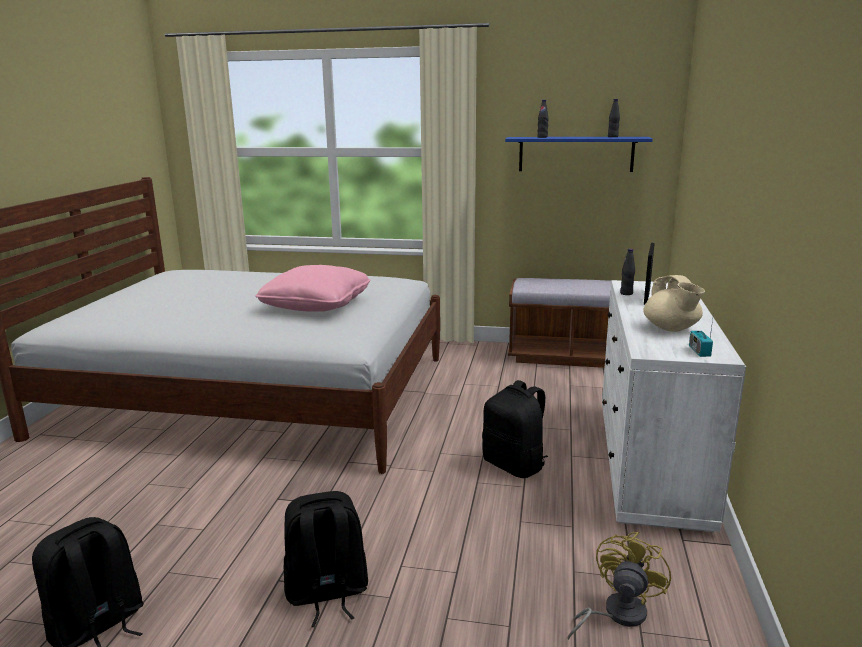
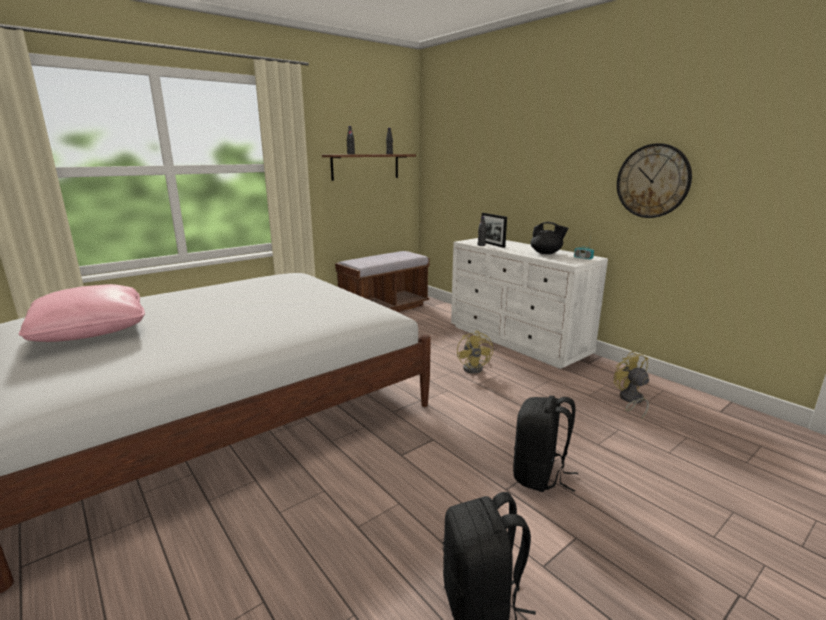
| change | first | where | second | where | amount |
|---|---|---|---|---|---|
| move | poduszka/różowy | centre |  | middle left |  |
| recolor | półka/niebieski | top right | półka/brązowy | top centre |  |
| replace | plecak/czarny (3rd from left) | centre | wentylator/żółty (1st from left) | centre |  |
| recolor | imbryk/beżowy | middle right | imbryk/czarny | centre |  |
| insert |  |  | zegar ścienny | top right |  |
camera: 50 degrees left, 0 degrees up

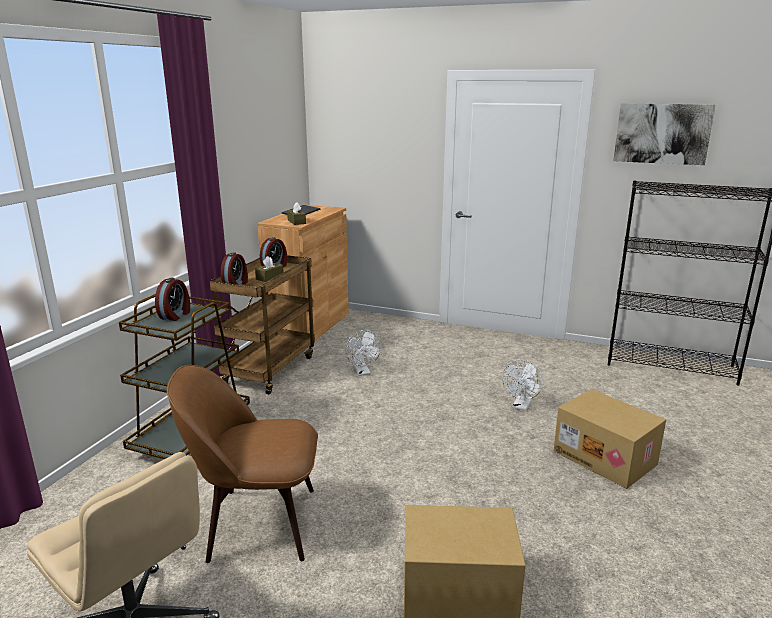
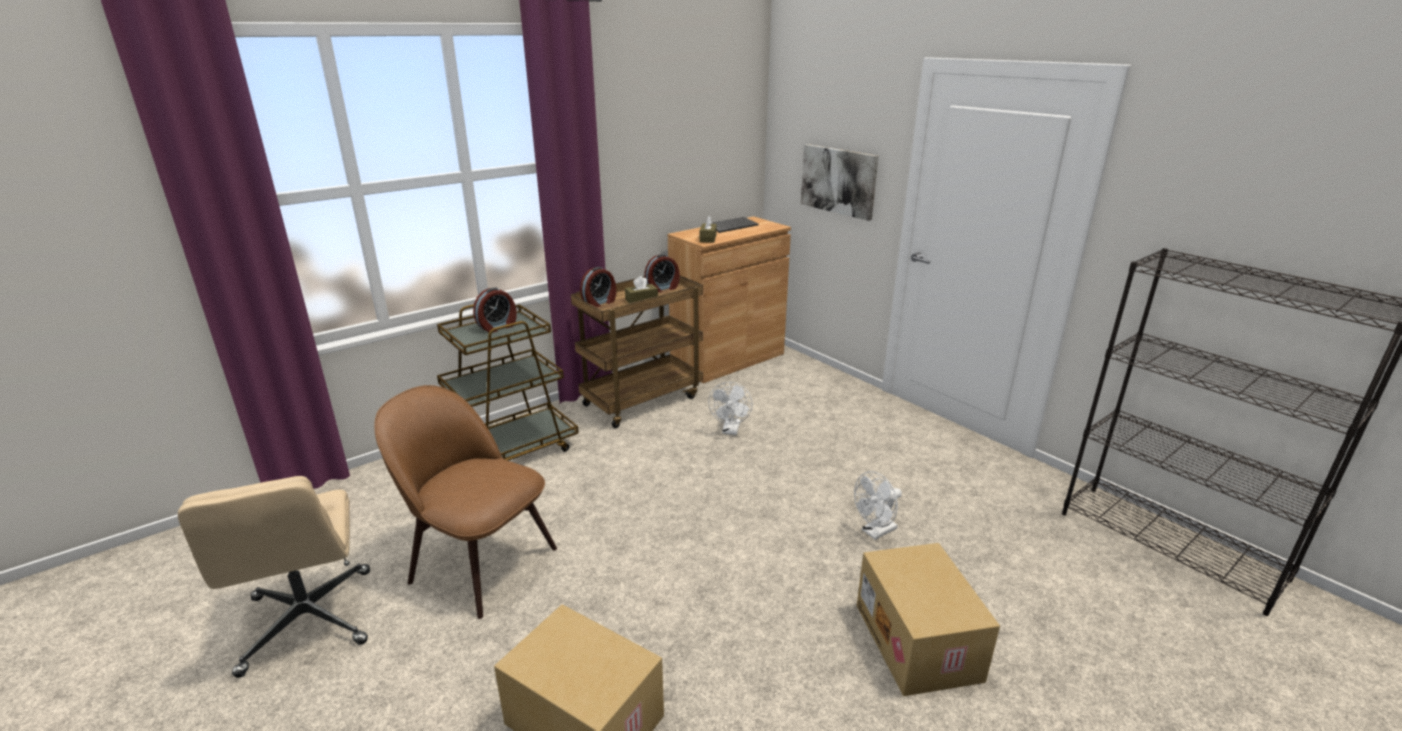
| change | first | where | second | where | amount |
|---|---|---|---|---|---|
| move | obraz | top right |  | top centre |  |
camera: 30 degrees right, 5 degrees up

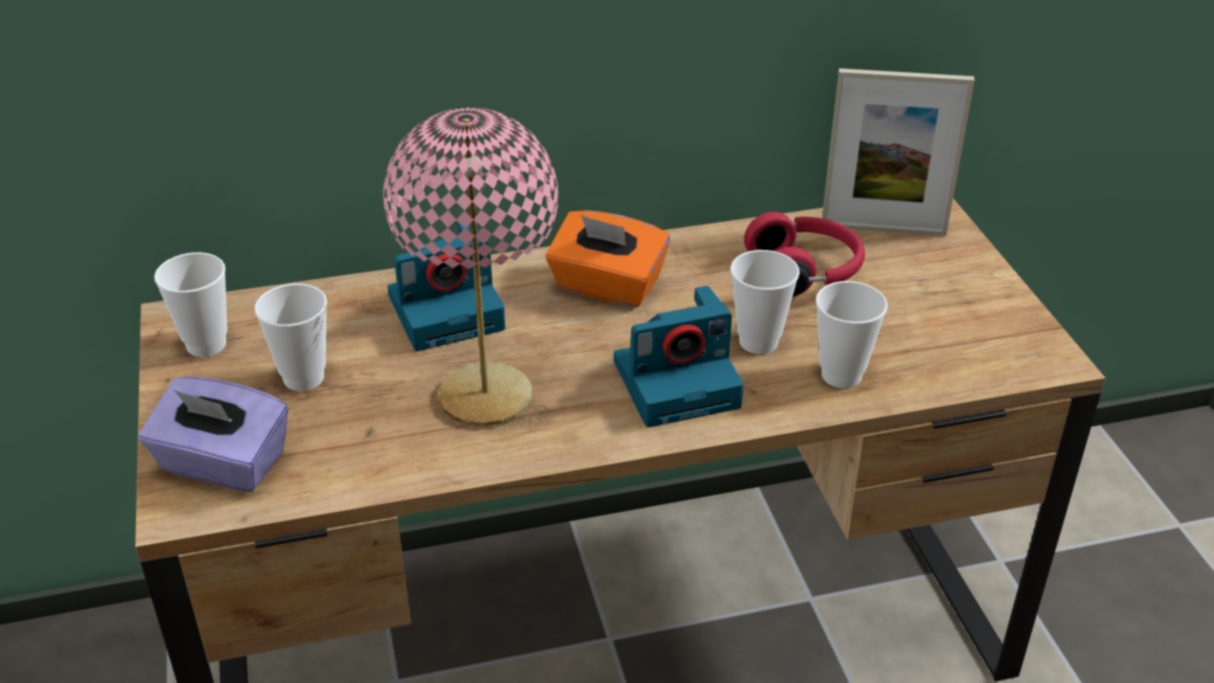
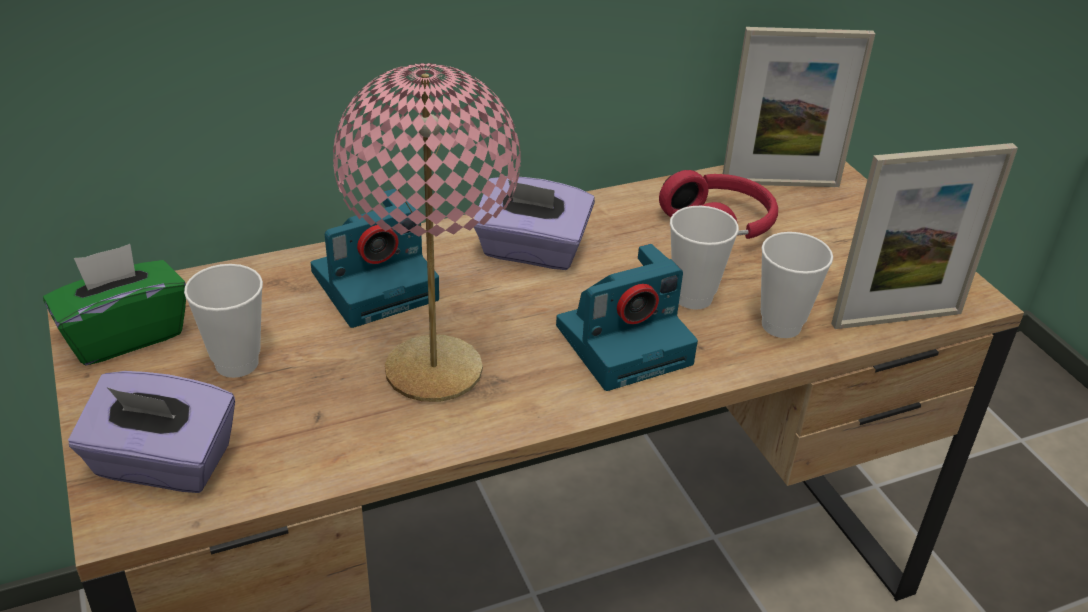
| change | first | where | second | where | amount |
|---|---|---|---|---|---|
| replace | filiżanka (1st from left) | middle left | pudełko chusteczek/zielony | middle left |  |
| recolor | pudełko chusteczek/pomarańczowy | centre | pudełko chusteczek/fioletowy (2nd from left) | centre |  |
| insert |  |  | ramka na zdjęcie (2nd from left) | middle right |  |
camera: 10 degrees left, 0 degrees up

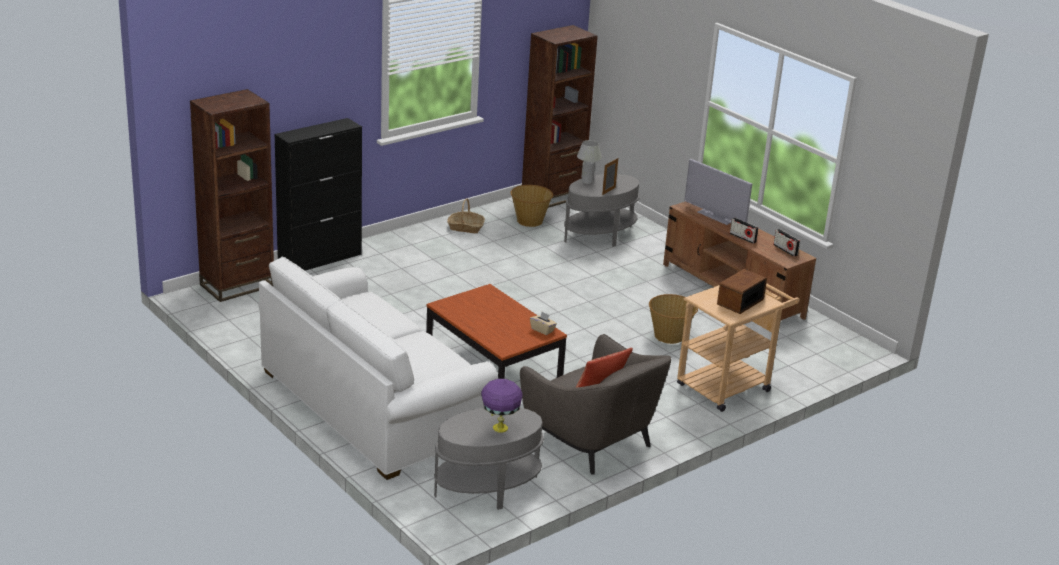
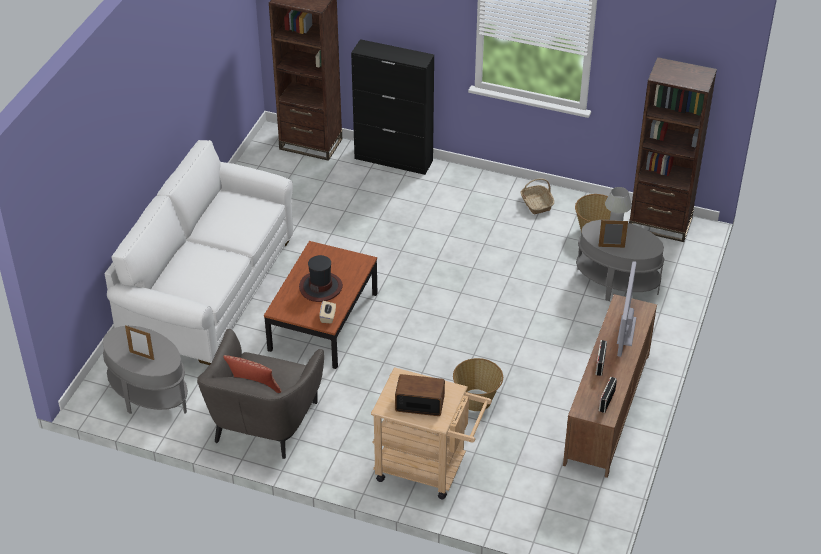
| change | first | where | second | where | amount |
|---|---|---|---|---|---|
| replace | lampa stołowa/fioletowy | bottom centre | ramka na zdjęcie (1st from left) | middle left |  |
| insert |  |  | kapelusz | centre |  |
camera: 60 degrees right, 15 degrees up

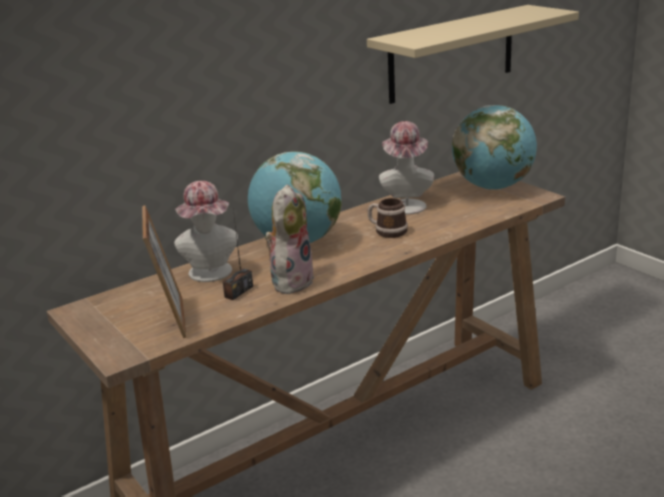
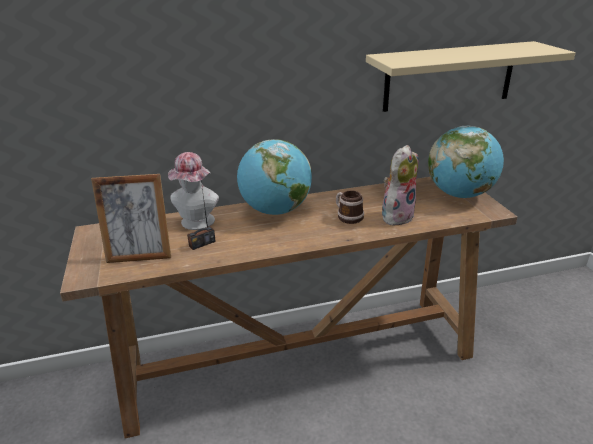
| change | first | where | second | where | amount |
|---|---|---|---|---|---|
| rotate | ramka na zdjęcie | middle left |  | middle left | 75 degrees clockwise |
| move | pluszak | centre |  | middle right |  |
| delete | kapelusz (2nd from left) | centre |  |  |  |
camera: 20 degrees right, 5 degrees up

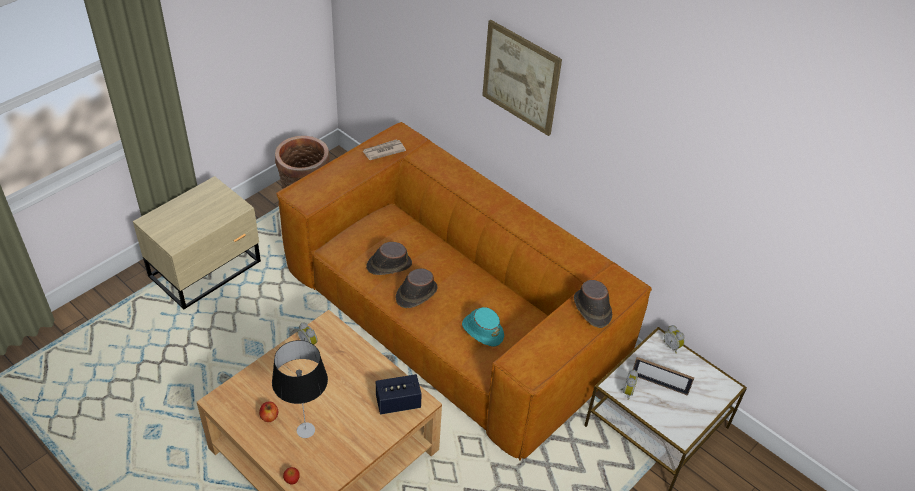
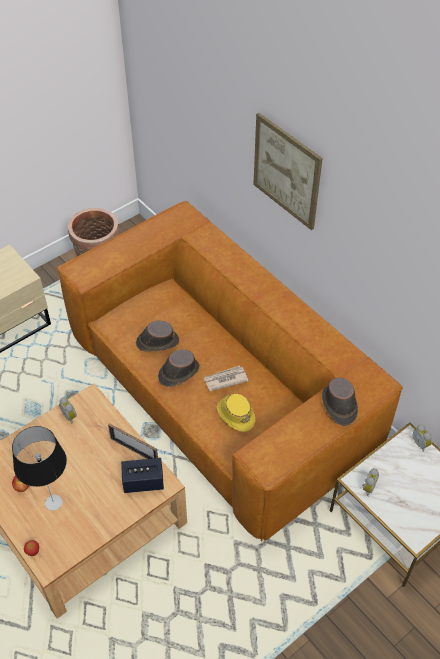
| change | first | where | second | where | amount |
|---|---|---|---|---|---|
| move | ramka na zdjęcie | bottom right |  | bottom left |  |
| move | gazeta | top centre |  | centre |  |
| recolor | kapelusz/turkusowy | centre | kapelusz/żółty | centre |  |
camera: 10 degrees right, 5 degrees up

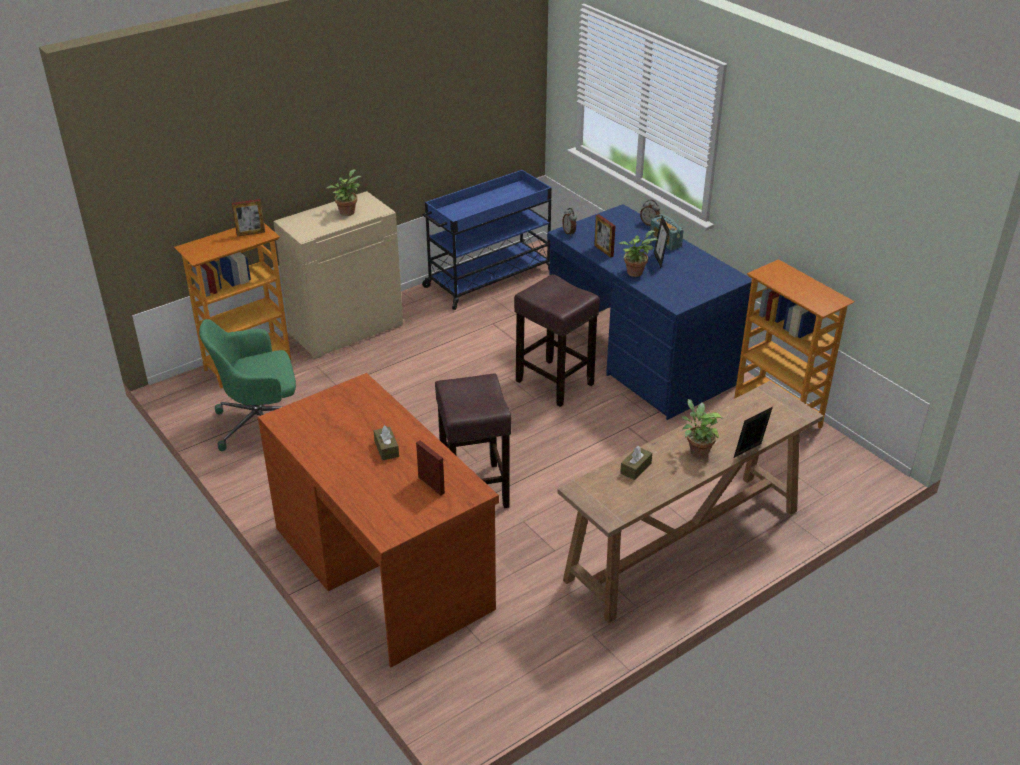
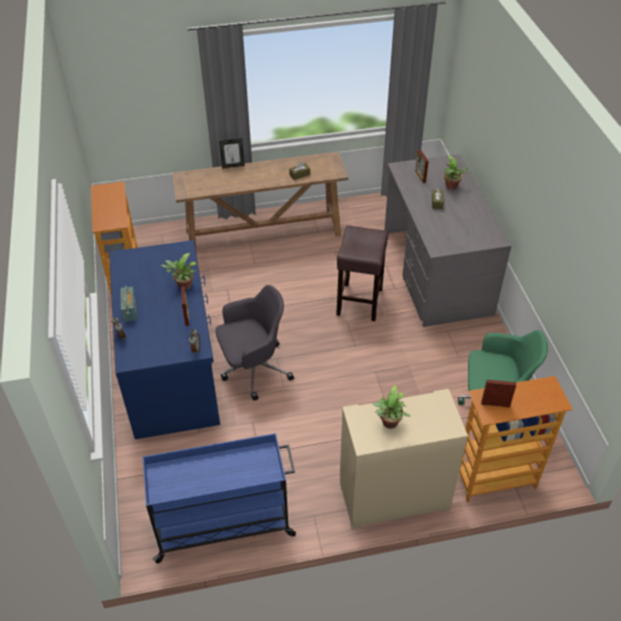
| change | first | where | second | where | amount |
|---|---|---|---|---|---|
| replace | stołek/brązowy (2nd from left) | centre | krzesło biurowe/szary | centre |  |
| recolor | biurko/brązowy | bottom centre | biurko/szary | middle right |  |
| move | roślina doniczkowa (3rd from left) | middle right |  | top right |  |
| delete | ramka na zdjęcie (4th from left) | top centre |  |  |  |
camera: 155 degrees left, 10 degrees up

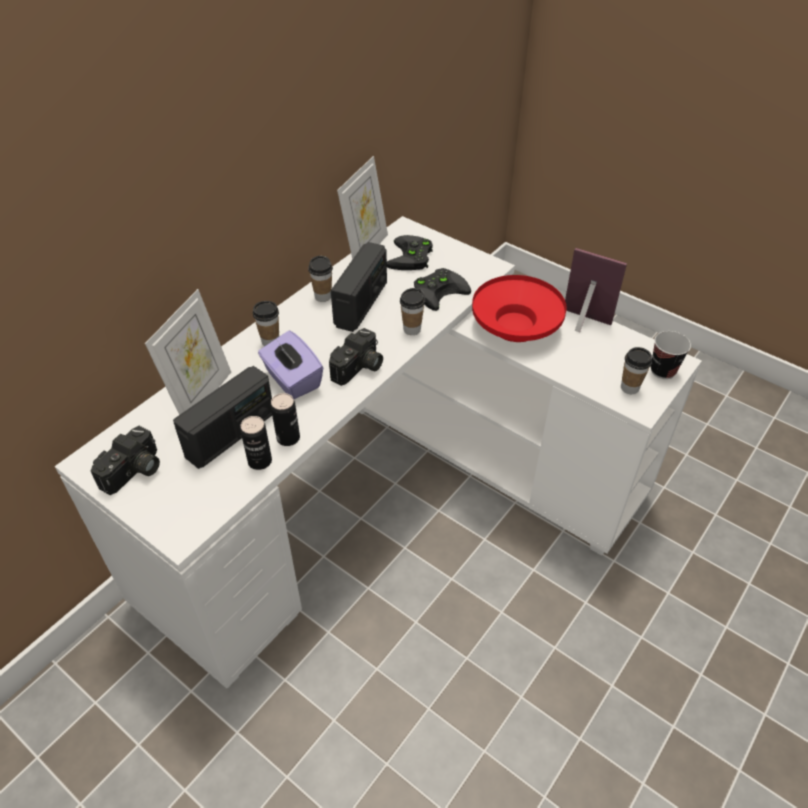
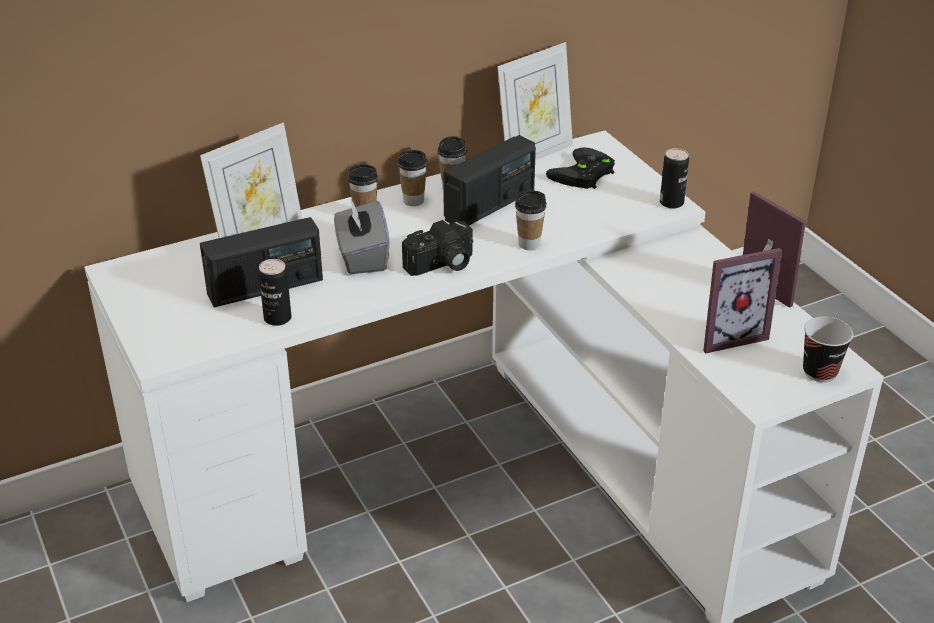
| change | first | where | second | where | amount |
|---|---|---|---|---|---|
| recolor | pudełko chusteczek/fioletowy | centre | pudełko chusteczek/szary | centre |  |
| move | filiżanka (4th from left in the first image) | middle right | filiżanka (2nd from left) | top centre |  |
| move | puszka (2nd from left) | centre |  | top right |  |
| insert |  |  | ramka na zdjęcie (3rd from left) | middle right |  |
| delete | aparat fotograficzny (1st from left) | middle left |  |  |  |
| delete | pad do gier/czarny (2nd from left) | centre |  |  |  |
| delete | miska/czerwony | centre |  |  |  |
camera: 25 degrees right, 10 degrees down

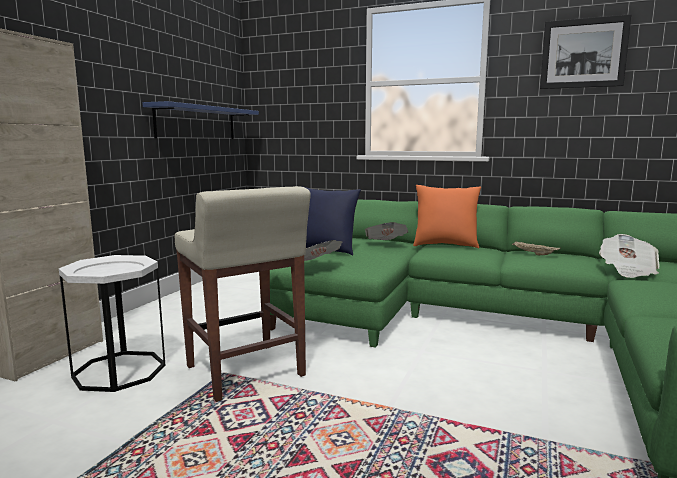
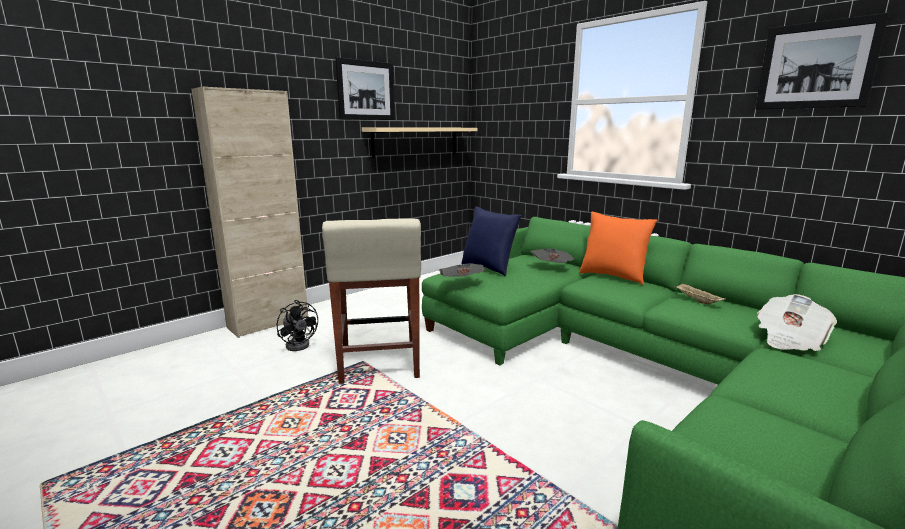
| change | first | where | second | where | amount |
|---|---|---|---|---|---|
| replace | stolik/biały | bottom left | wentylator/czarny | middle left |  |
| insert |  |  | obraz (1st from left) | top centre |  |
| recolor | półka/niebieski | top left | półka/beżowy | top centre |  |
camera: 25 degrees right, 5 degrees up

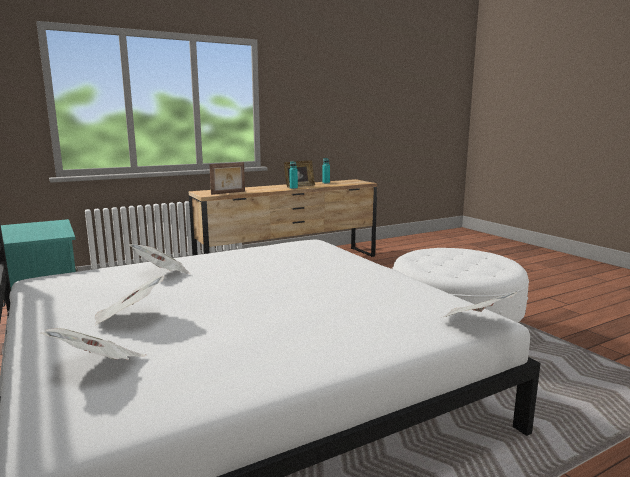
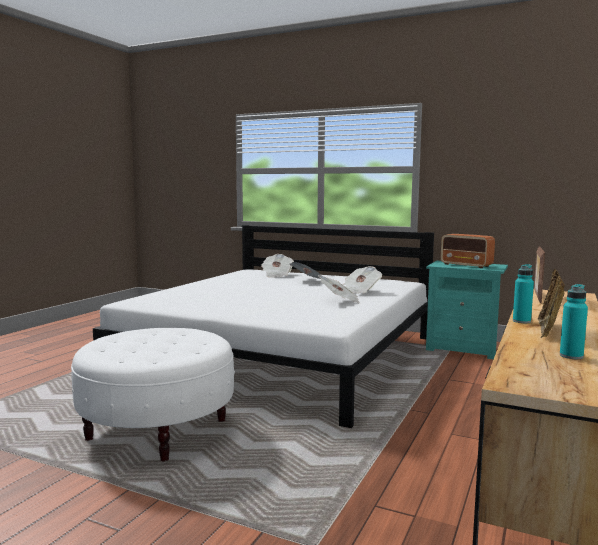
| change | first | where | second | where | amount |
|---|---|---|---|---|---|
| move | gazeta (4th from left in the first image) | middle right | gazeta (3rd from left) | centre |  |
| insert |  |  | radio | middle right |  |
camera: 145 degrees right, 5 degrees down

